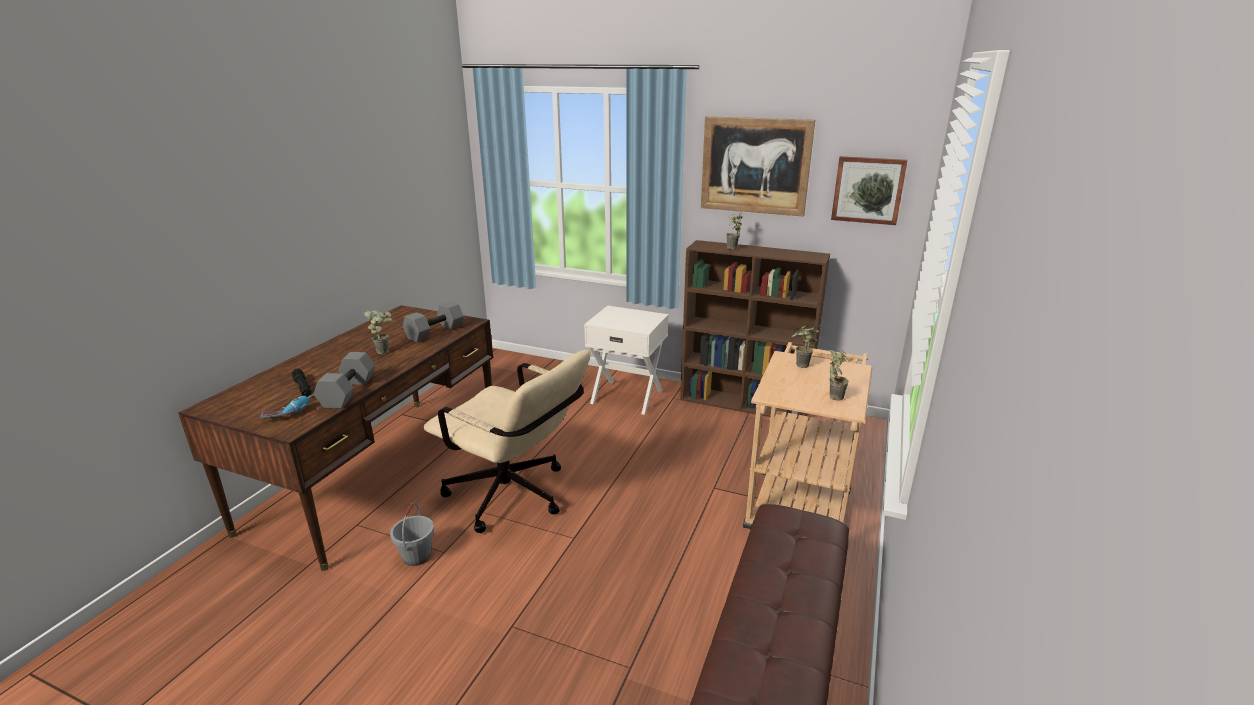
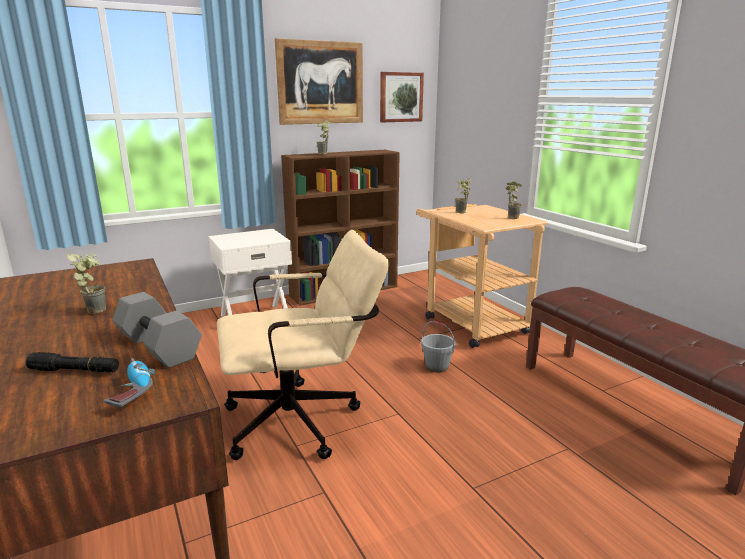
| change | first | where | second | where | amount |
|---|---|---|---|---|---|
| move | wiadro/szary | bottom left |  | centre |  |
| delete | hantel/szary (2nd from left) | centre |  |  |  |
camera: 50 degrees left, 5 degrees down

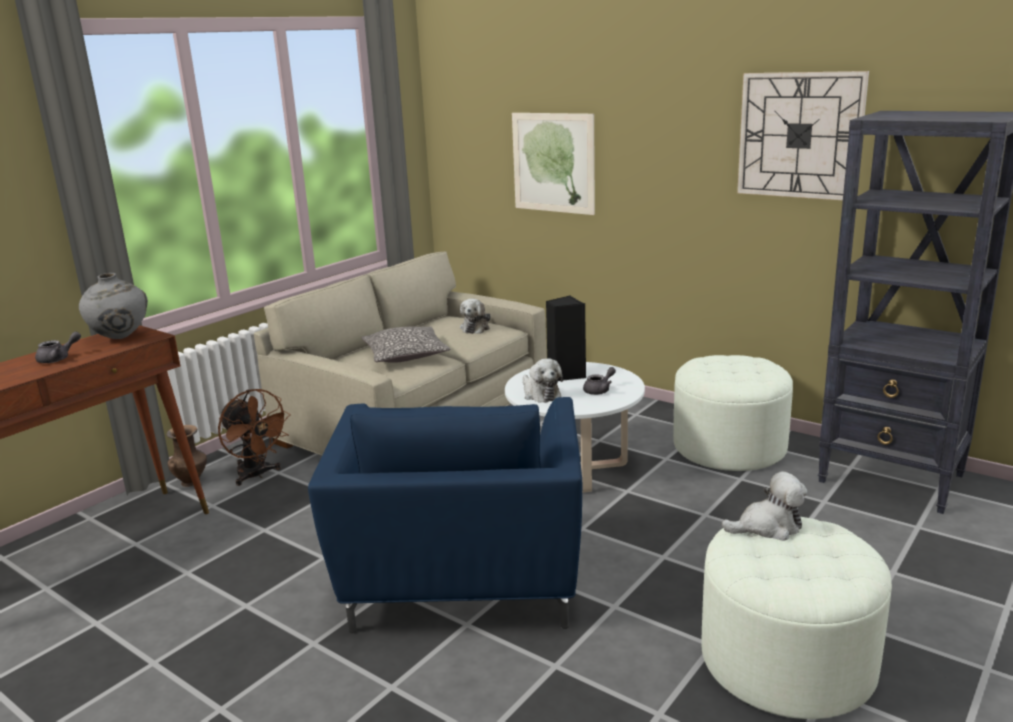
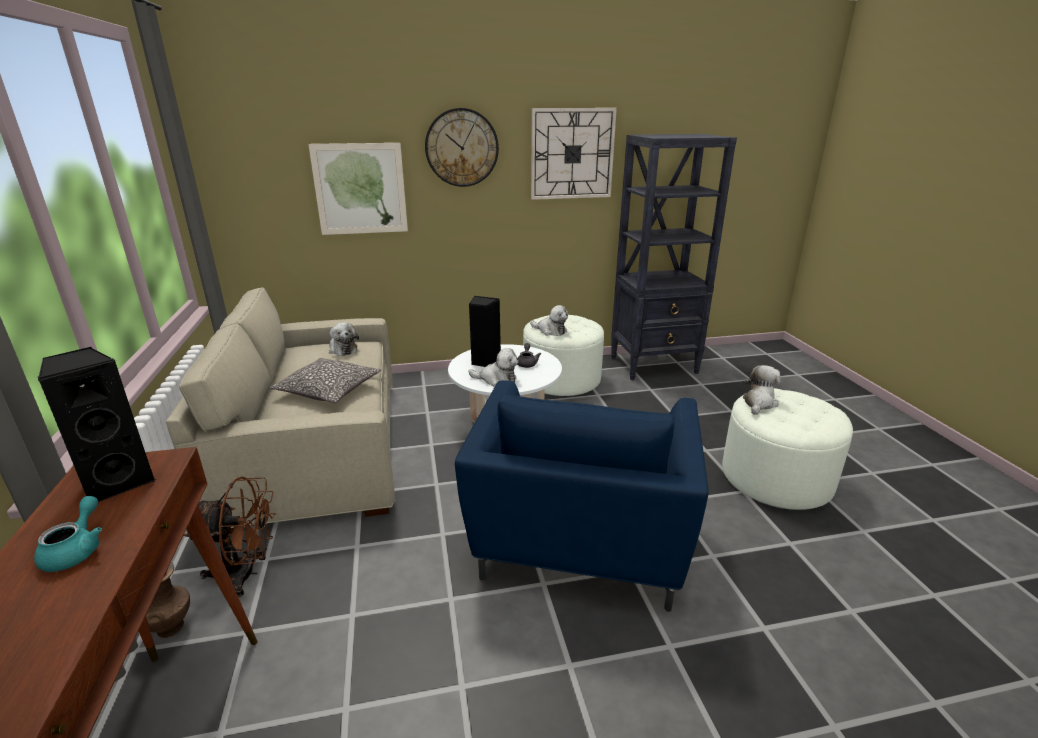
| change | first | where | second | where | amount |
|---|---|---|---|---|---|
| recolor | imbryk/szary (1st from left) | middle left | imbryk/turkusowy | bottom left |  |
| replace | wazon/szary | middle left | głośnik/czarny (1st from left) | middle left |  |
| insert |  |  | zegar ścienny (1st from left) | top centre |  |
| rotate | fotel/niebieski | bottom centre |  | bottom centre | 60 degrees clockwise |
| insert |  |  | pluszak (3rd from left) | centre |  |
camera: 50 degrees left, 5 degrees up

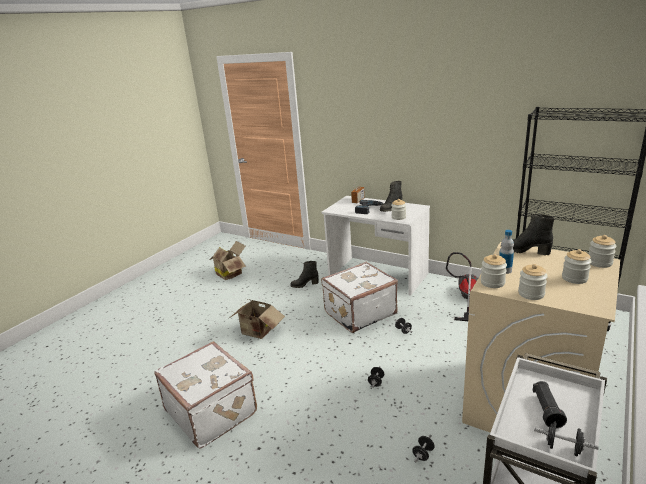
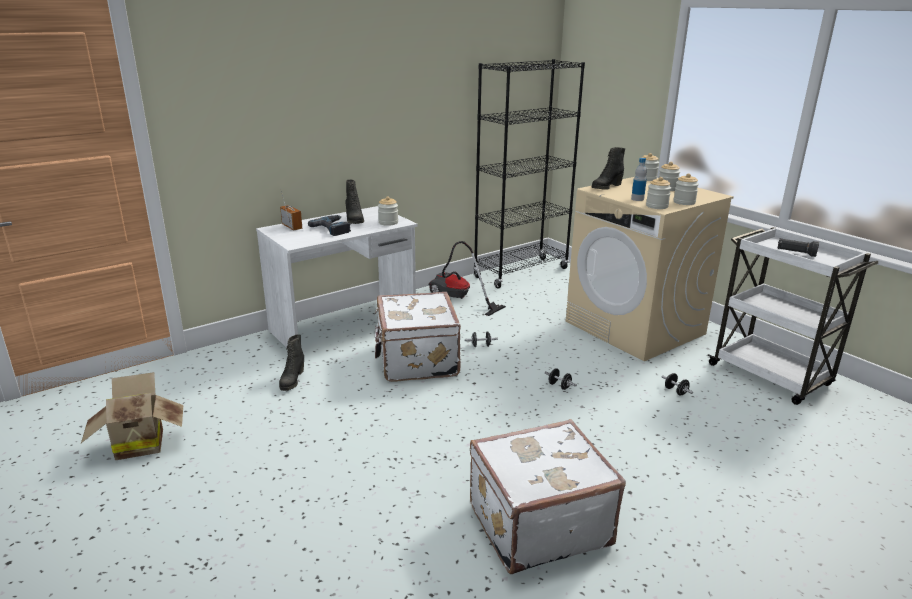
| change | first | where | second | where | amount |
|---|---|---|---|---|---|
| delete | karton (2nd from left) | centre |  |  |  |
| delete | hantel/czarny (4th from left) | bottom right |  |  |  |
camera: 70 degrees left, 0 degrees up

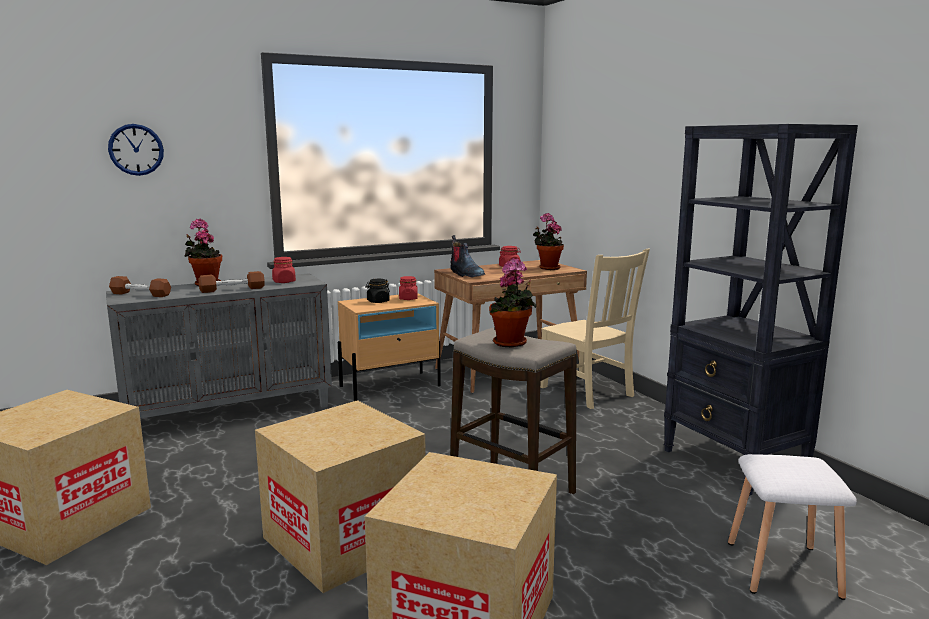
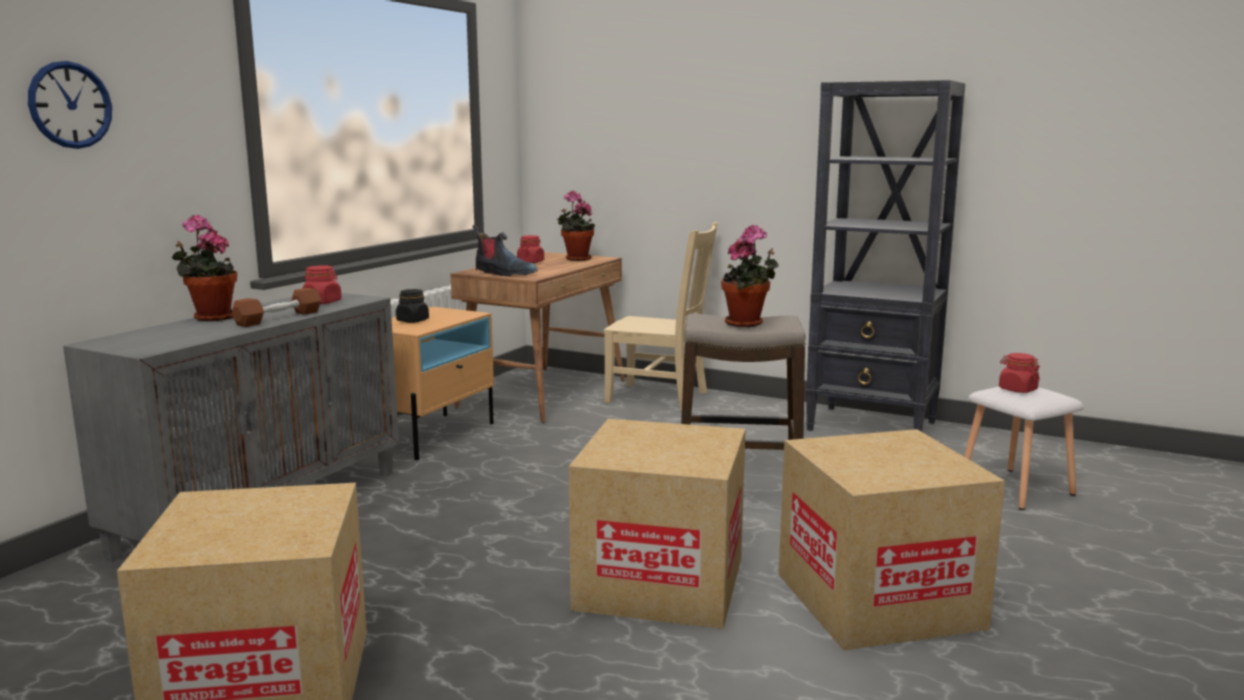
| change | first | where | second | where | amount |
|---|---|---|---|---|---|
| move | słoik/czerwony (2nd from left in the first image) | centre | słoik/czerwony (3rd from left) | middle right |  |
| delete | hantel/brązowy (1st from left) | middle left |  |  |  |
camera: 35 degrees left, 0 degrees up

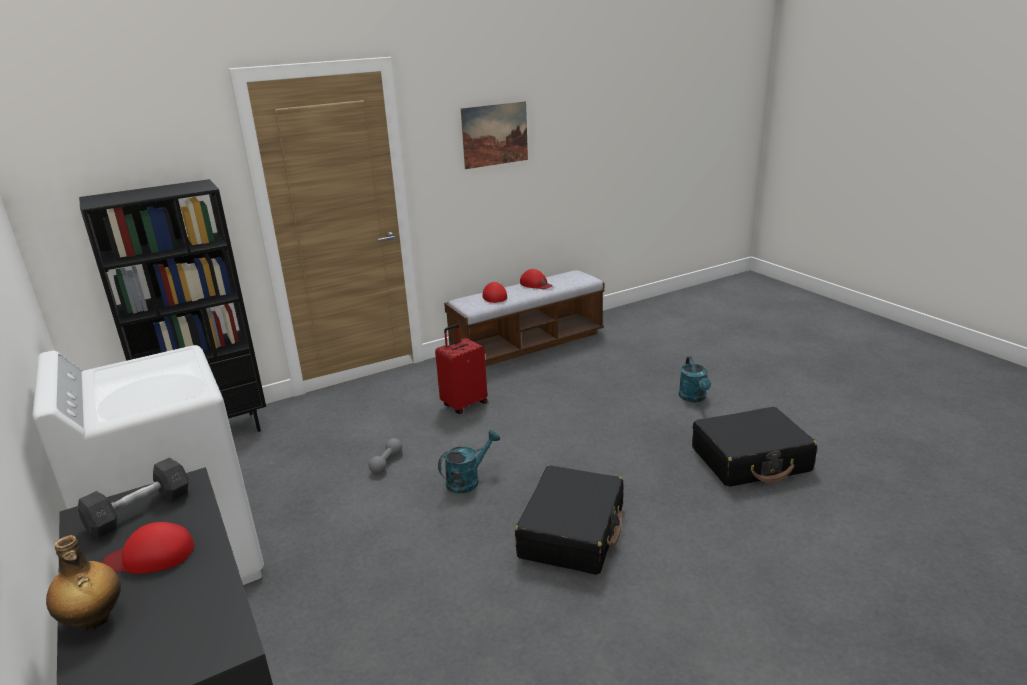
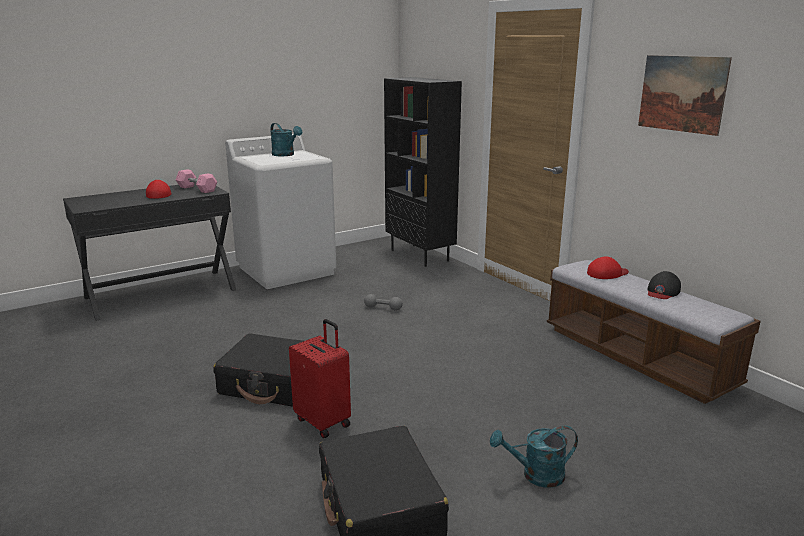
| change | first | where | second | where | amount |
|---|---|---|---|---|---|
| recolor | hantel/szary (1st from left) | bottom left | hantel/różowy | middle left |  |
| move | konewka/turkusowy (1st from left) | bottom centre |  | top centre |  |
| move | walizka/czerwony | centre |  | bottom centre |  |
| recolor | czapka z daszkiem/czerwony (3rd from left) | centre | czapka z daszkiem/czarny | middle right |  |
| delete | butelka | bottom left |  |  |  |
camera: 85 degrees right, 5 degrees down

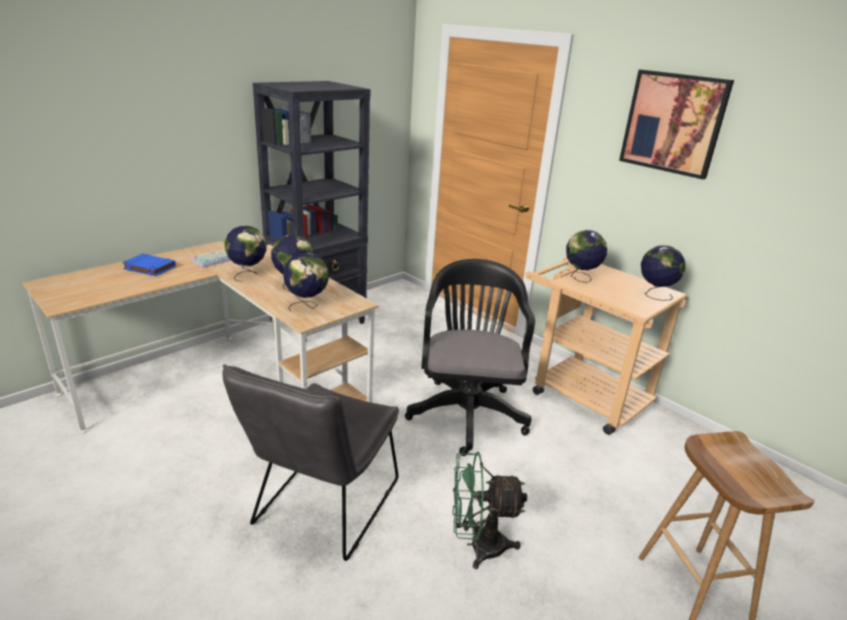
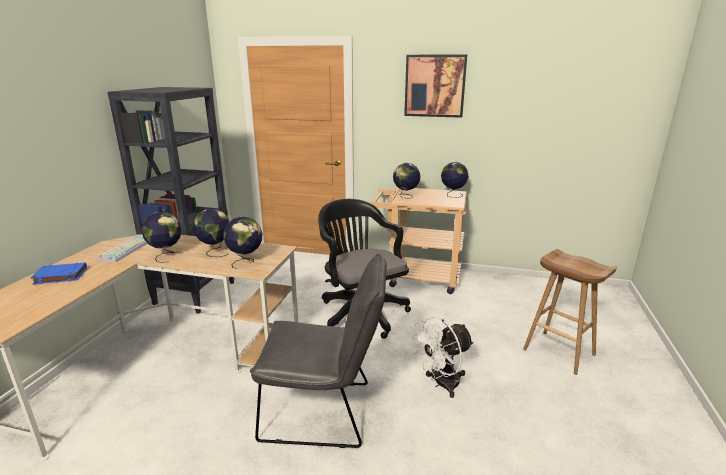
| change | first | where | second | where | amount |
|---|---|---|---|---|---|
| rotate | krzesło/szary | bottom centre |  | bottom centre | 75 degrees counterclockwise |
| recolor | wentylator/zielony | bottom centre | wentylator/biały | bottom centre |  |
camera: 30 degrees left, 5 degrees down

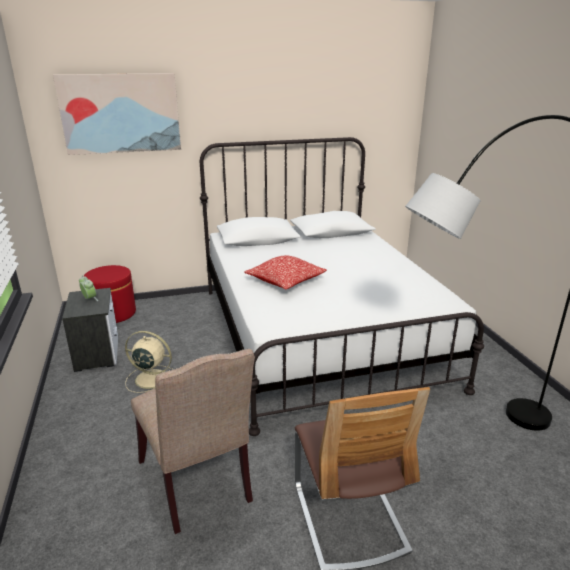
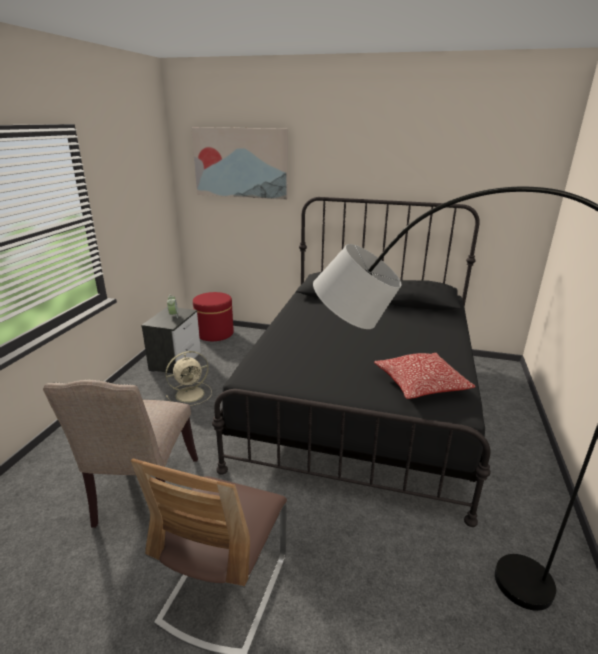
| change | first | where | second | where | amount |
|---|---|---|---|---|---|
| rotate | wentylator/beżowy | middle left |  | middle left | 105 degrees clockwise |
| recolor | łóżko/biały | centre | łóżko/czarny | centre |  |
| move | poduszka | centre |  | middle right |  |
camera: 30 degrees right, 0 degrees up

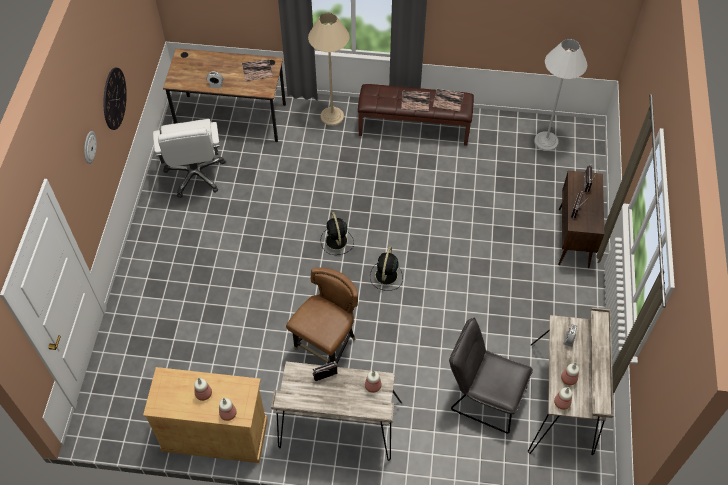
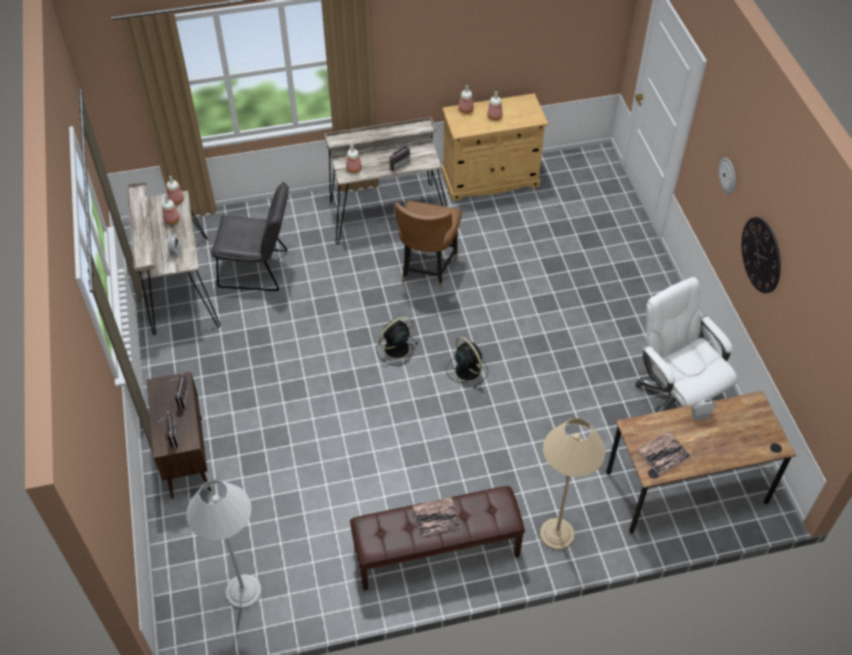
| change | first | where | second | where | amount |
|---|---|---|---|---|---|
| rotate | wentylator/czarny (2nd from left in the first image) | centre | wentylator/czarny (1st from left) | centre | 120 degrees counterclockwise |
| delete | książka (3rd from left) | top centre |  |  |  |
camera: 160 degrees right, 5 degrees down

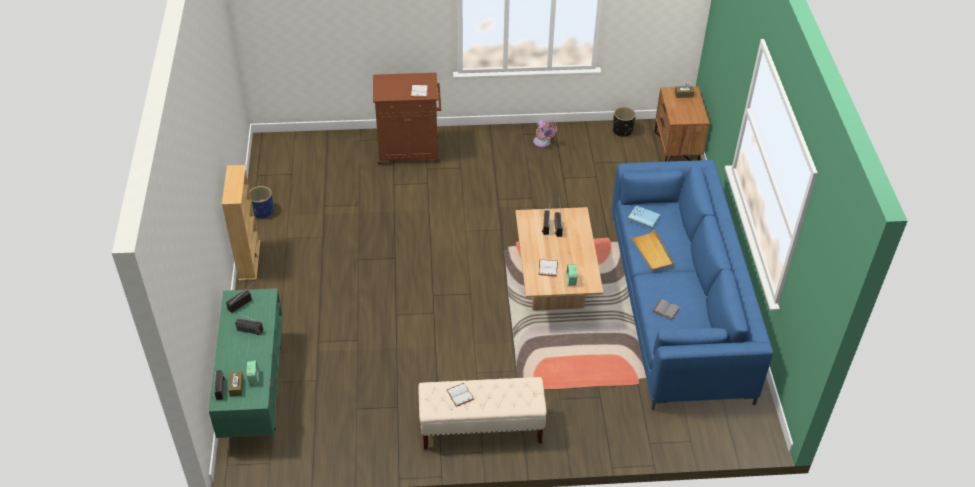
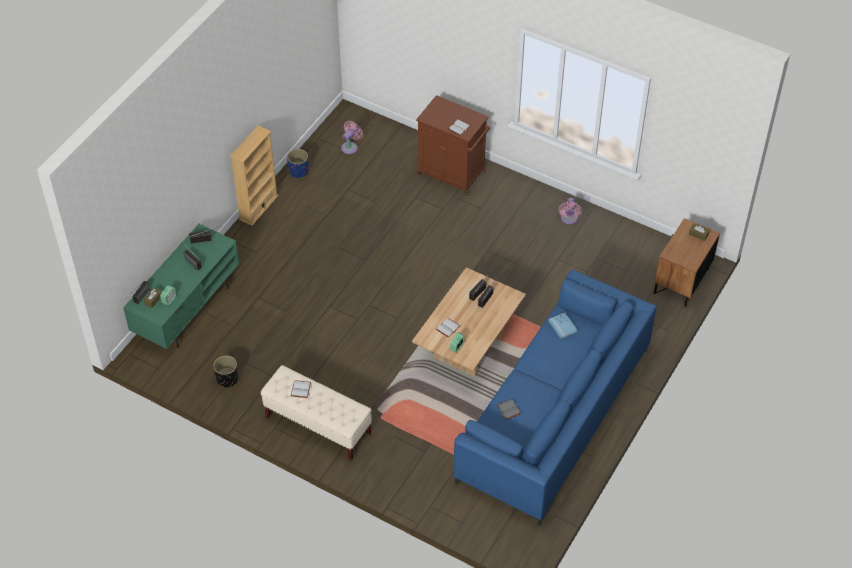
| change | first | where | second | where | amount |
|---|---|---|---|---|---|
| move | donica/czarny | top centre |  | middle left |  |
| insert |  |  | wentylator/różowy (1st from left) | top centre |  |
| delete | taca/beżowy | middle right |  |  |  |
camera: 35 degrees right, 5 degrees up

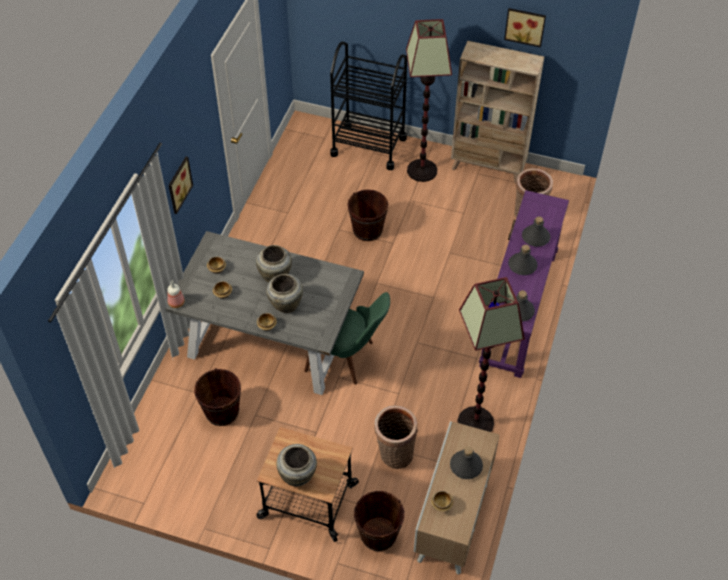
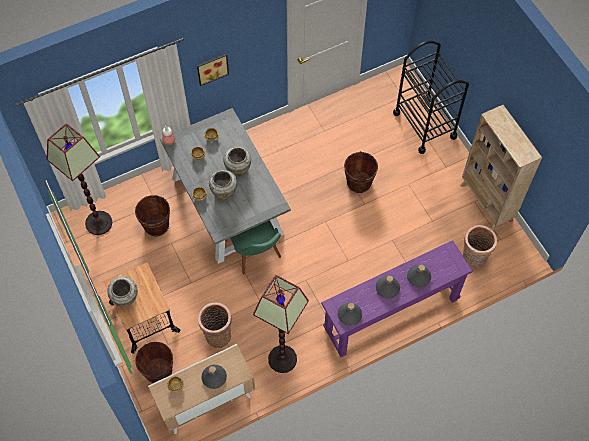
| change | first | where | second | where | amount |
|---|---|---|---|---|---|
| move | lampa stojąca (1st from left) | top centre |  | middle left |  |
| delete | obraz (2nd from left) | top right |  |  |  |
camera: 45 degrees right, 10 degrees up

